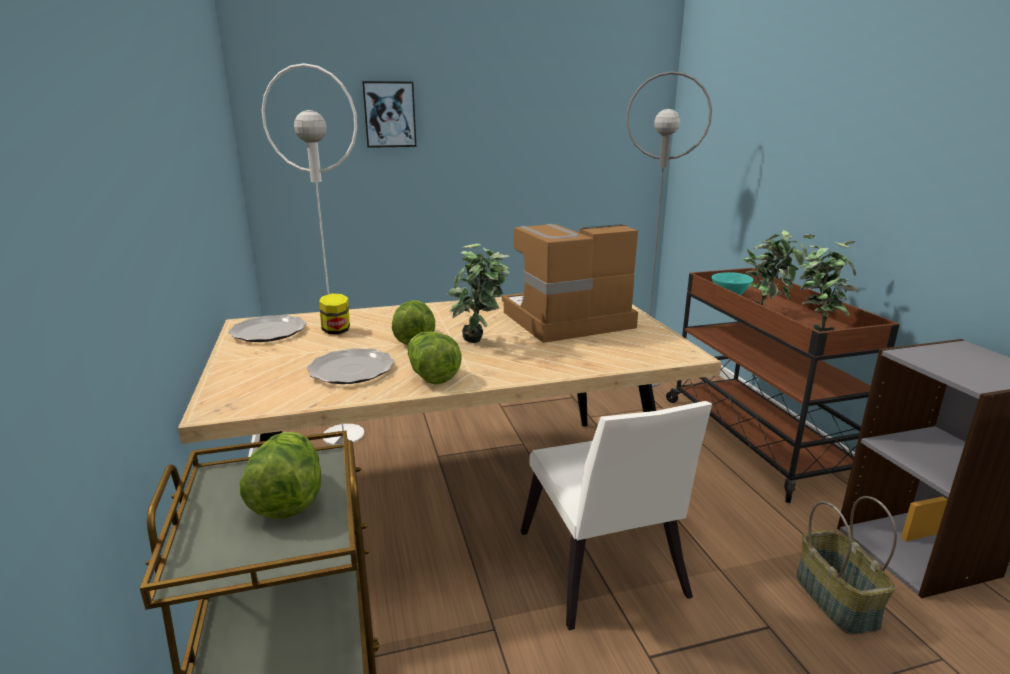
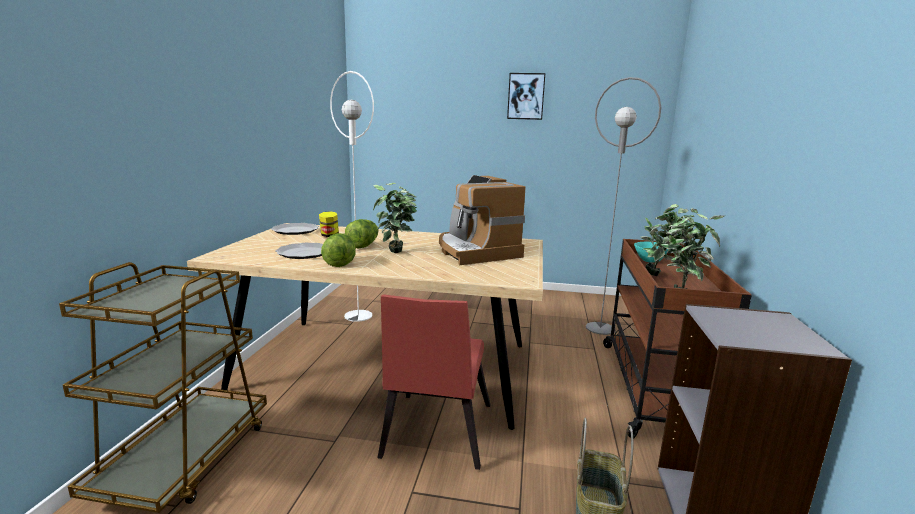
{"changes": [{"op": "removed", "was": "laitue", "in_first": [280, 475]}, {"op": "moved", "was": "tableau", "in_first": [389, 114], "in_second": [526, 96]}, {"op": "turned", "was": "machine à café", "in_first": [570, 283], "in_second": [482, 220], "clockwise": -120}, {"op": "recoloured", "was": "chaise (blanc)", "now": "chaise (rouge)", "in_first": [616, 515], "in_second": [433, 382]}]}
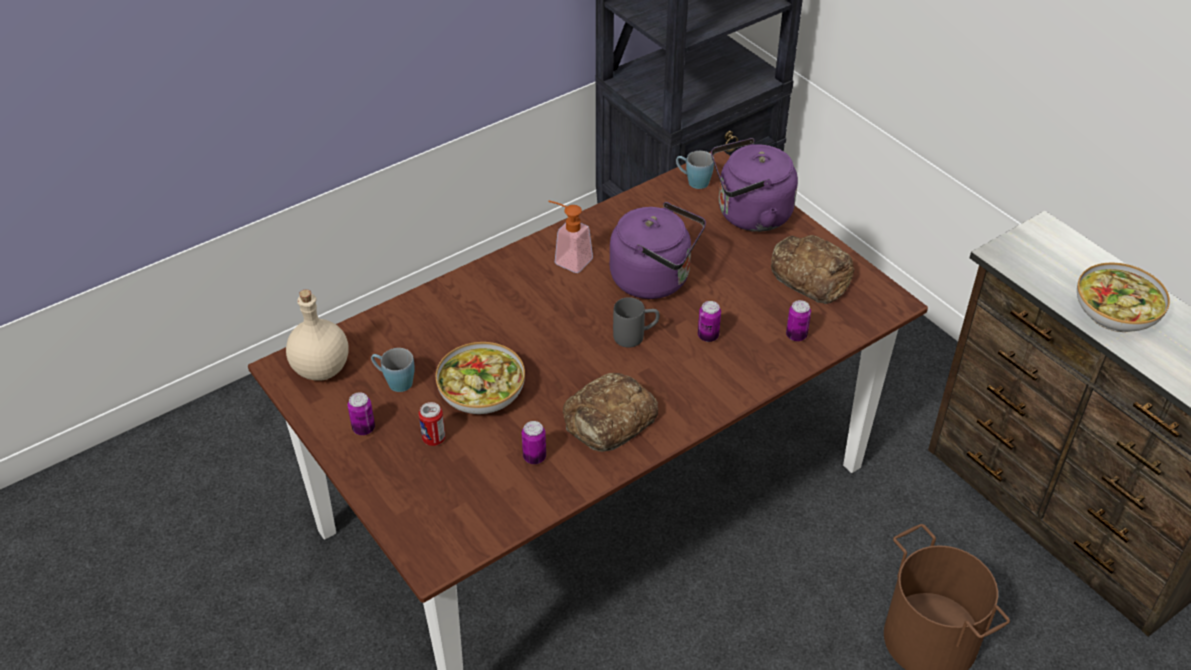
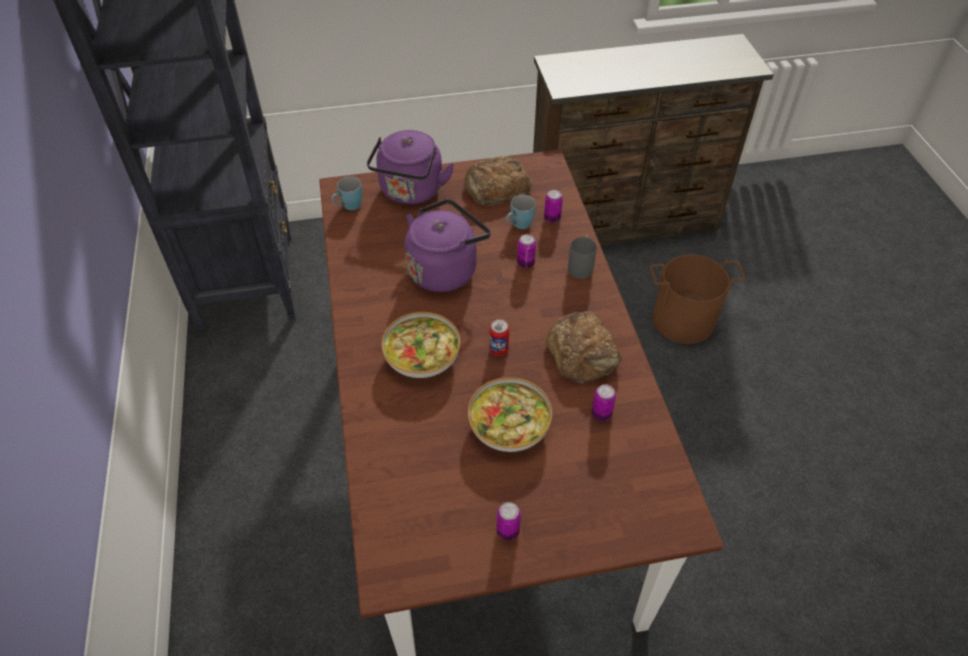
{"changes": [{"op": "removed", "was": "bouteille (beige)", "in_first": [317, 335]}, {"op": "moved", "was": "mug (bleu)", "in_first": [393, 370], "in_second": [521, 212]}, {"op": "moved", "was": "boîte métallique", "in_first": [432, 424], "in_second": [499, 337]}, {"op": "removed", "was": "distributeur de savon", "in_first": [570, 237]}, {"op": "moved", "was": "mug (gris)", "in_first": [636, 322], "in_second": [582, 257]}, {"op": "moved", "was": "bol", "in_first": [1123, 297], "in_second": [421, 345]}]}
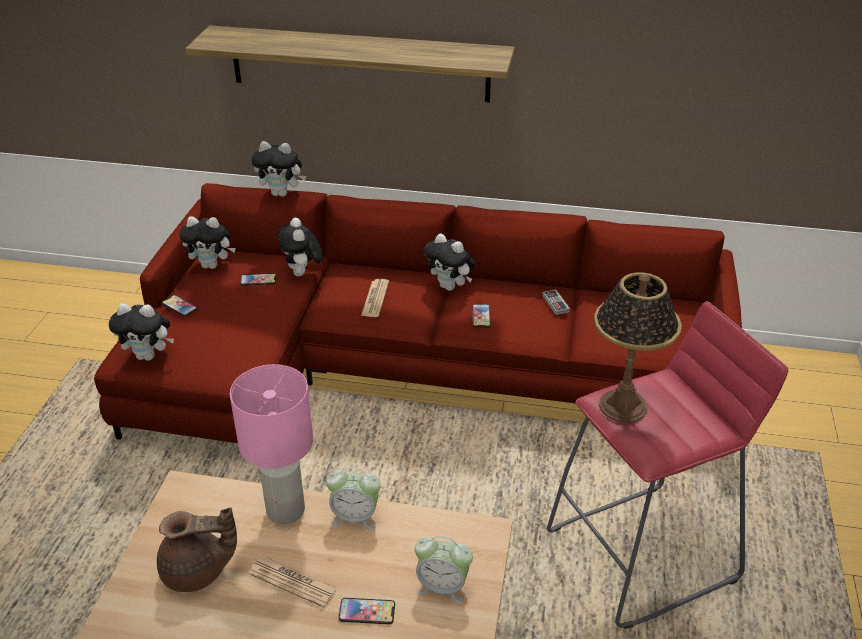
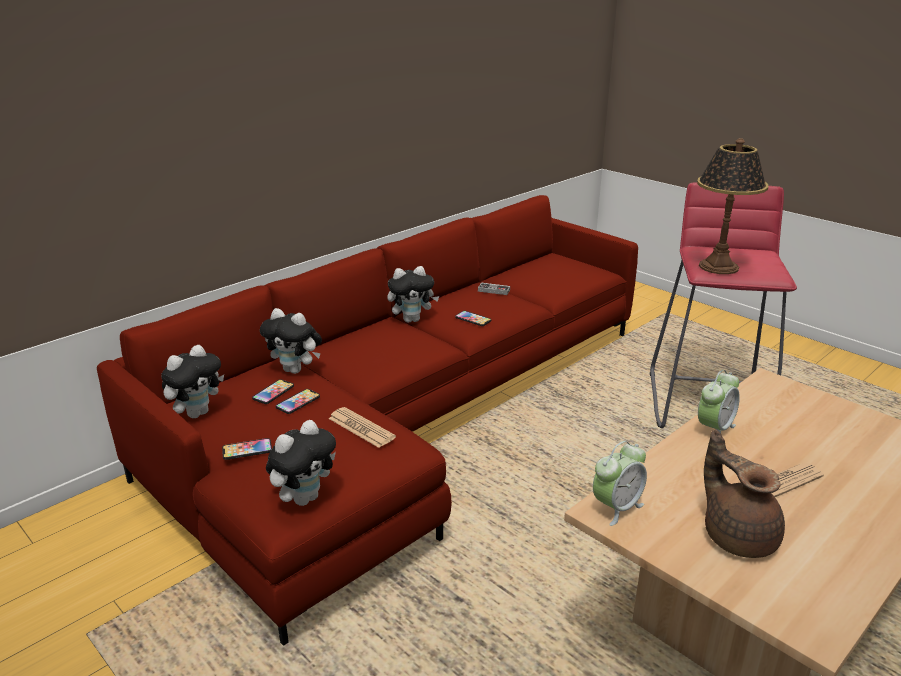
{"changes": [{"op": "turned", "was": "théière (marron)", "in_first": [197, 549], "in_second": [744, 493], "clockwise": -60}, {"op": "removed", "was": "étagère", "in_first": [350, 64]}, {"op": "removed", "was": "lampe de table (rose)", "in_first": [271, 444]}, {"op": "removed", "was": "peluche", "in_first": [278, 169]}, {"op": "moved", "was": "téléphone", "in_first": [367, 611], "in_second": [298, 401]}, {"op": "moved", "was": "journal", "in_first": [375, 298], "in_second": [362, 427]}, {"op": "moved", "was": "réveil", "in_first": [444, 570], "in_second": [620, 483]}]}
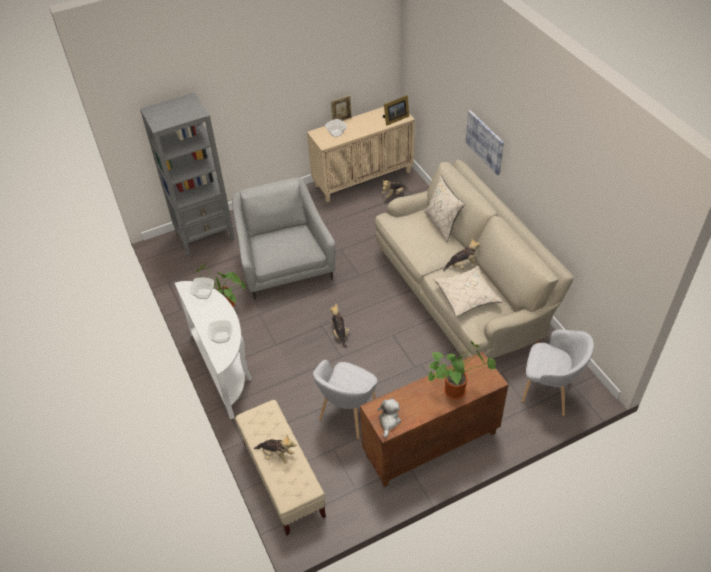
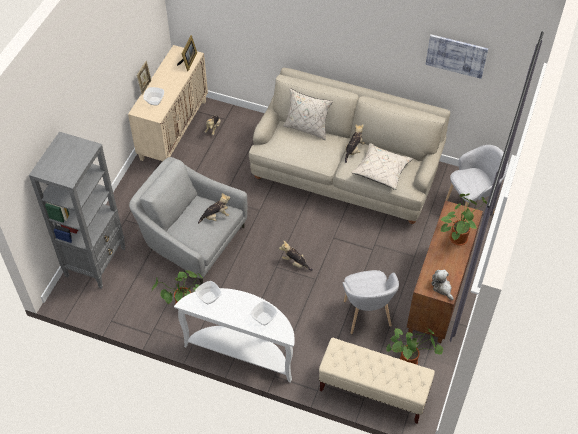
{"changes": [{"op": "moved", "was": "peluche", "in_first": [275, 449], "in_second": [214, 208]}, {"op": "moved", "was": "tableau", "in_first": [484, 142], "in_second": [457, 56]}, {"op": "added", "now": "plante en pot", "in_second": [414, 346]}]}
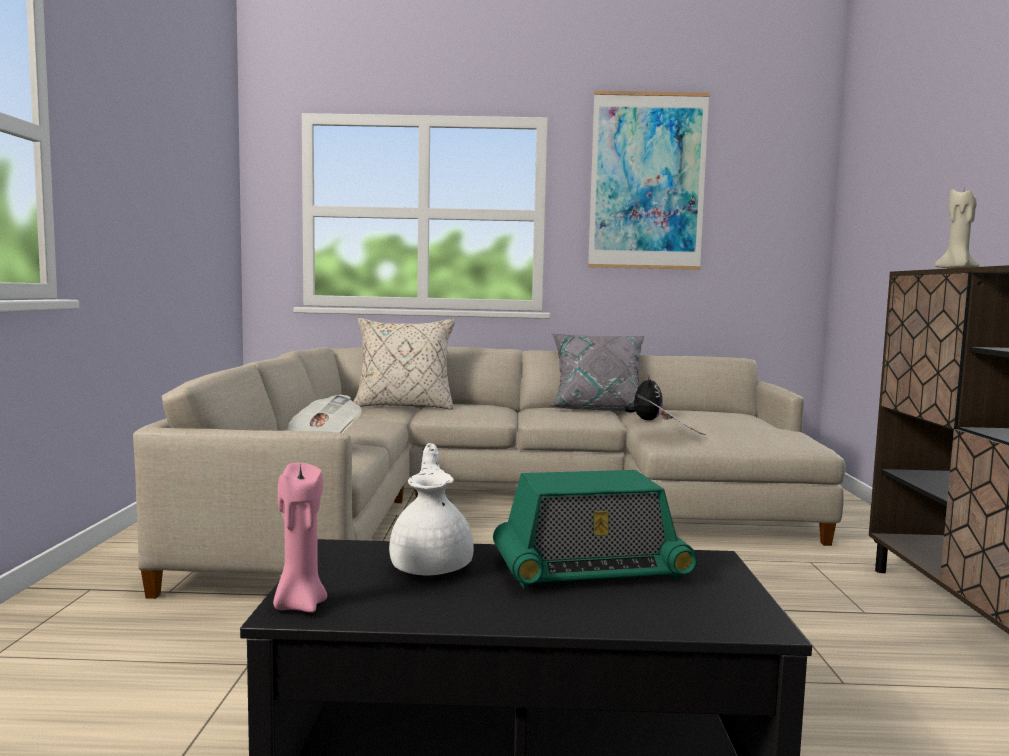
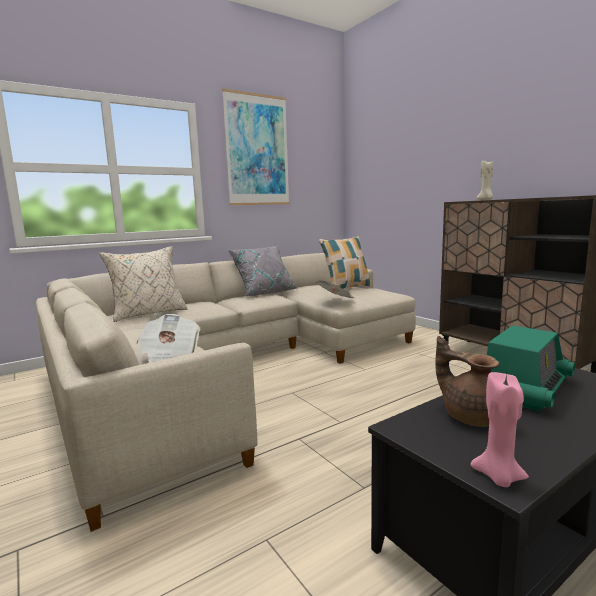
{"changes": [{"op": "recoloured", "was": "théière (blanc)", "now": "théière (marron)", "in_first": [431, 509], "in_second": [467, 381]}, {"op": "removed", "was": "peluche", "in_first": [644, 398]}, {"op": "added", "now": "coussin", "in_second": [345, 262]}]}
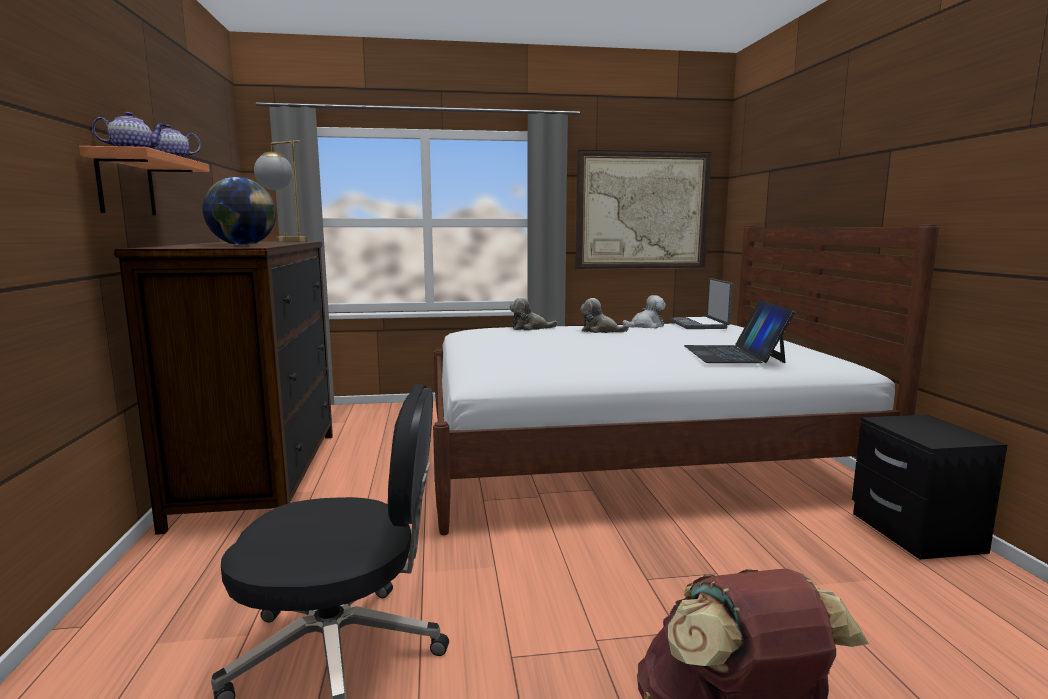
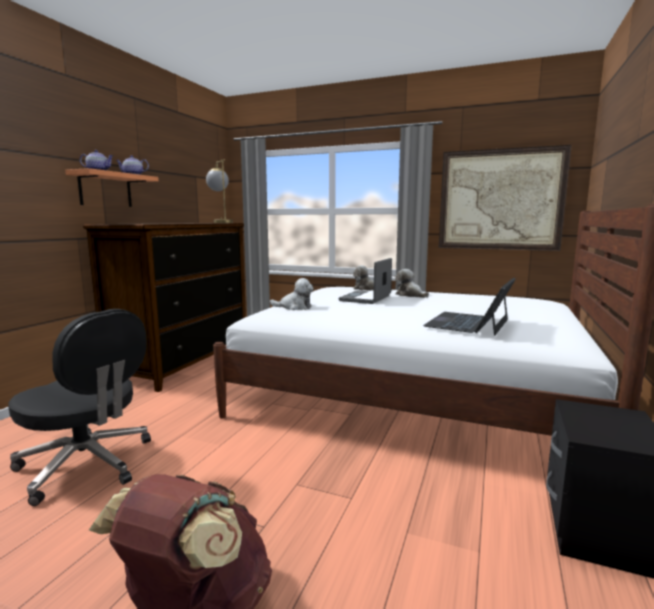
{"changes": [{"op": "removed", "was": "globe", "in_first": [239, 211]}, {"op": "moved", "was": "peluche", "in_first": [644, 311], "in_second": [292, 294]}, {"op": "moved", "was": "ordinateur portable", "in_first": [701, 303], "in_second": [365, 281]}]}
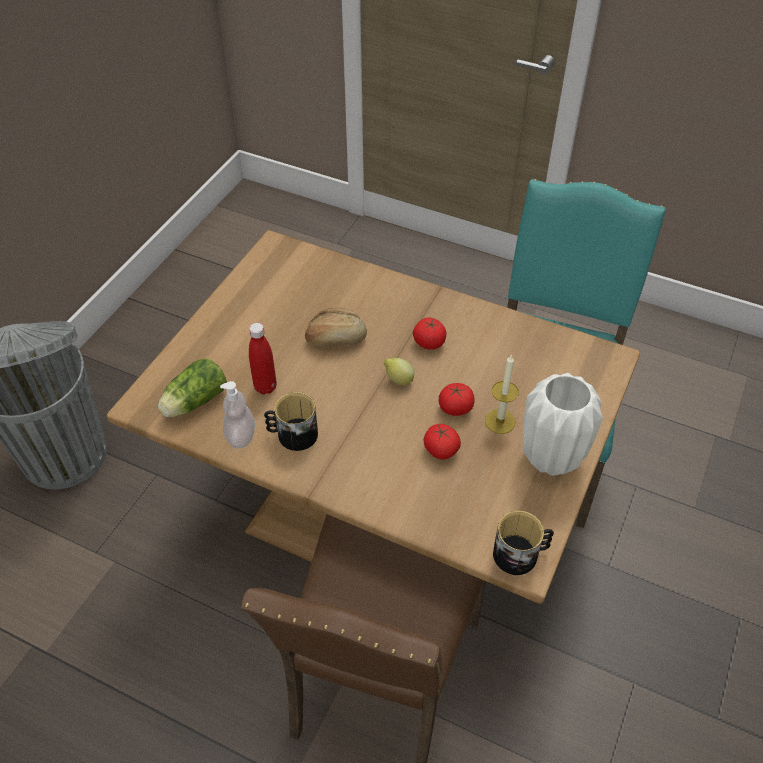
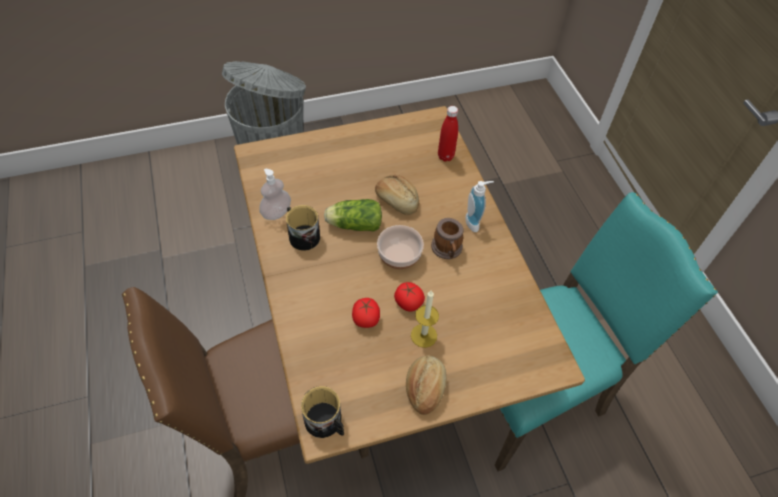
{"changes": [{"op": "moved", "was": "laitue", "in_first": [192, 388], "in_second": [353, 215]}, {"op": "moved", "was": "bouteille (rouge)", "in_first": [263, 359], "in_second": [448, 134]}, {"op": "replaced", "was": "citron", "now": "bol", "in_first": [399, 371], "in_second": [400, 247]}, {"op": "replaced", "was": "tomate", "now": "mug", "in_first": [430, 333], "in_second": [447, 238]}, {"op": "replaced", "was": "vase (blanc)", "now": "pain", "in_first": [562, 424], "in_second": [426, 385]}, {"op": "added", "now": "distributeur de savon", "in_second": [479, 206]}]}
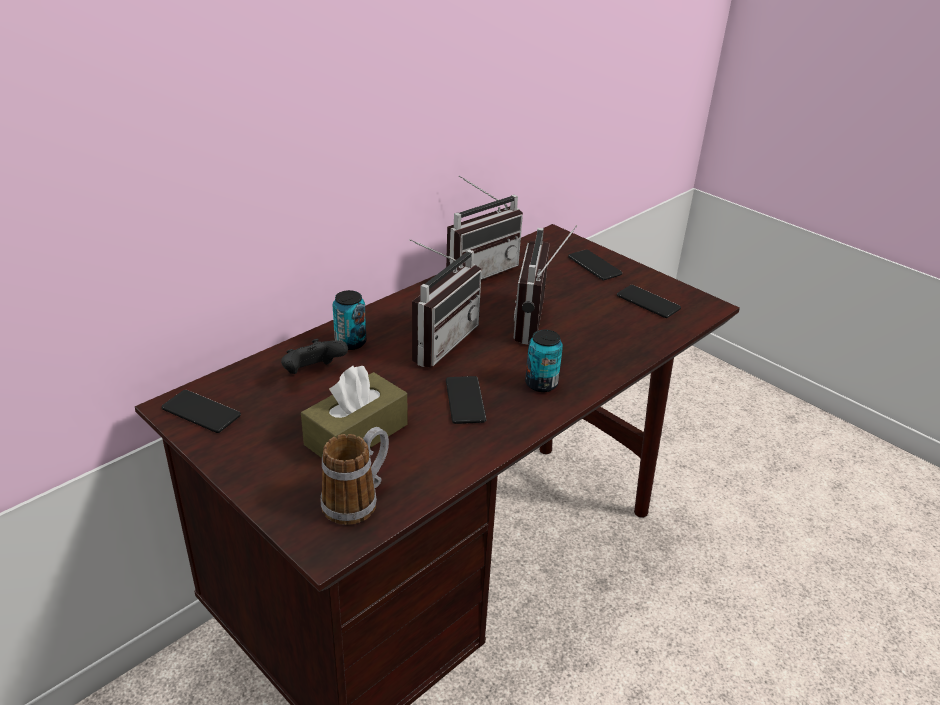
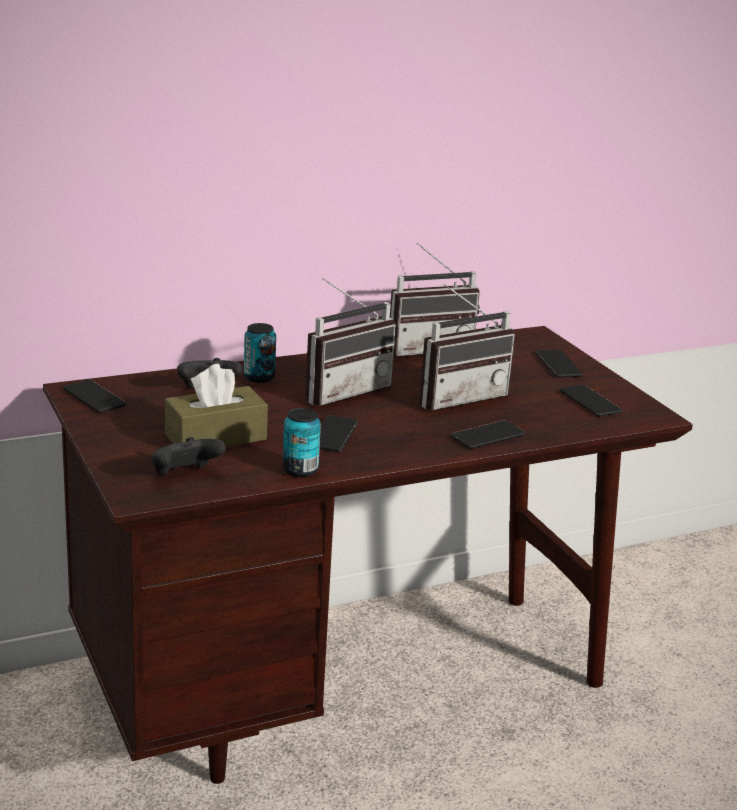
{"changes": [{"op": "replaced", "was": "mug", "now": "manette (noir)", "in_first": [355, 476], "in_second": [189, 456]}, {"op": "turned", "was": "radio", "in_first": [545, 284], "in_second": [467, 347], "clockwise": -150}, {"op": "moved", "was": "boîte métallique", "in_first": [544, 361], "in_second": [301, 442]}, {"op": "added", "now": "téléphone", "in_second": [488, 434]}]}
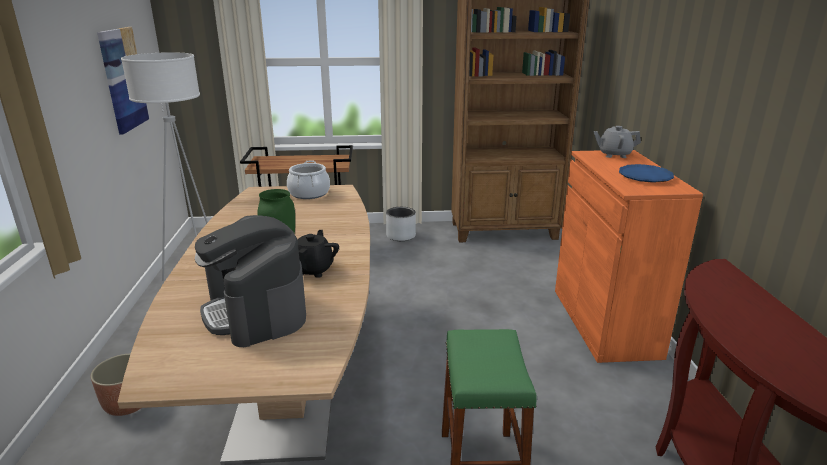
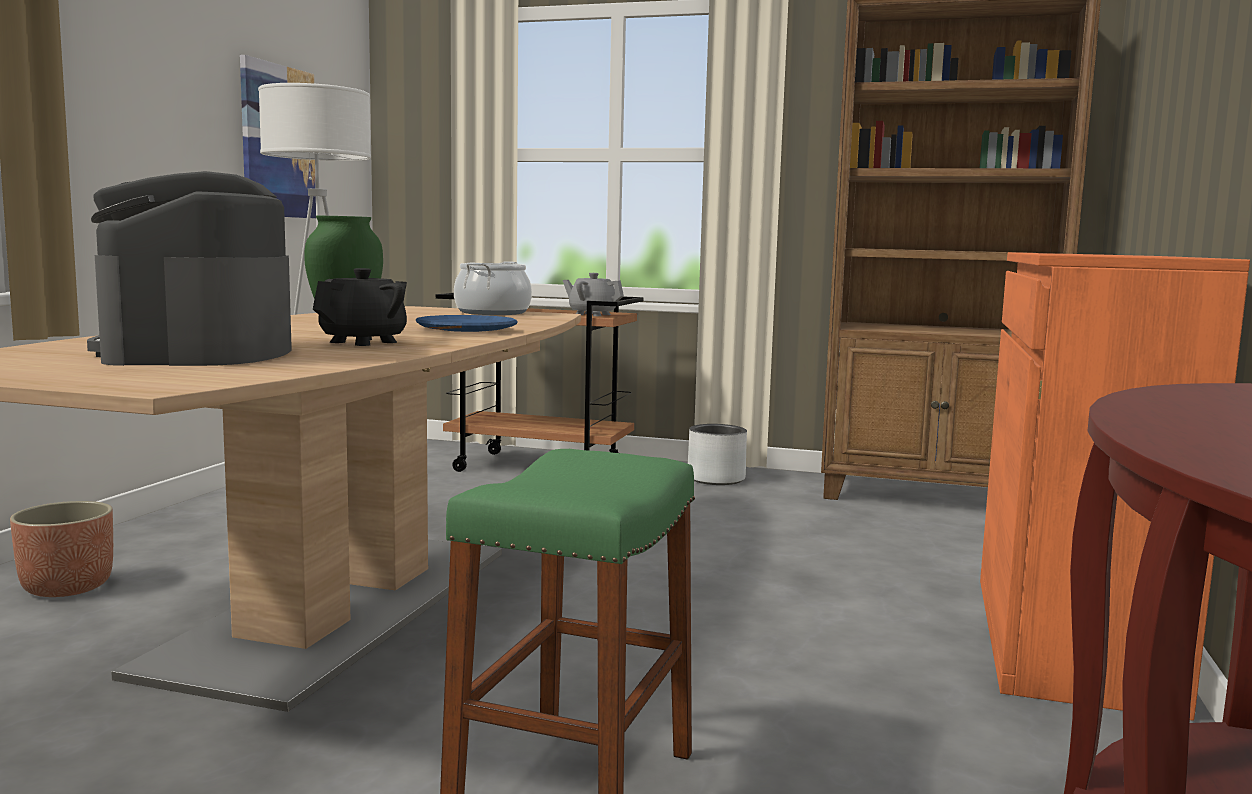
{"changes": [{"op": "moved", "was": "théière (gris)", "in_first": [617, 142], "in_second": [593, 294]}, {"op": "moved", "was": "assiette (bleu)", "in_first": [646, 173], "in_second": [467, 323]}]}
